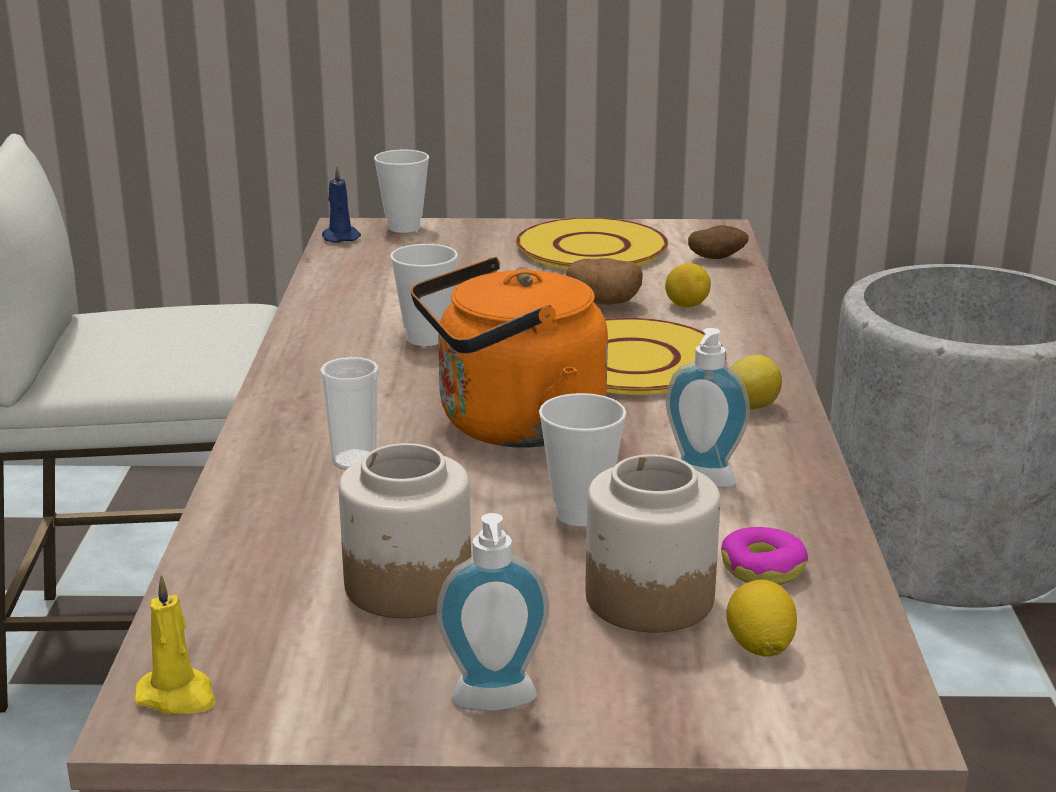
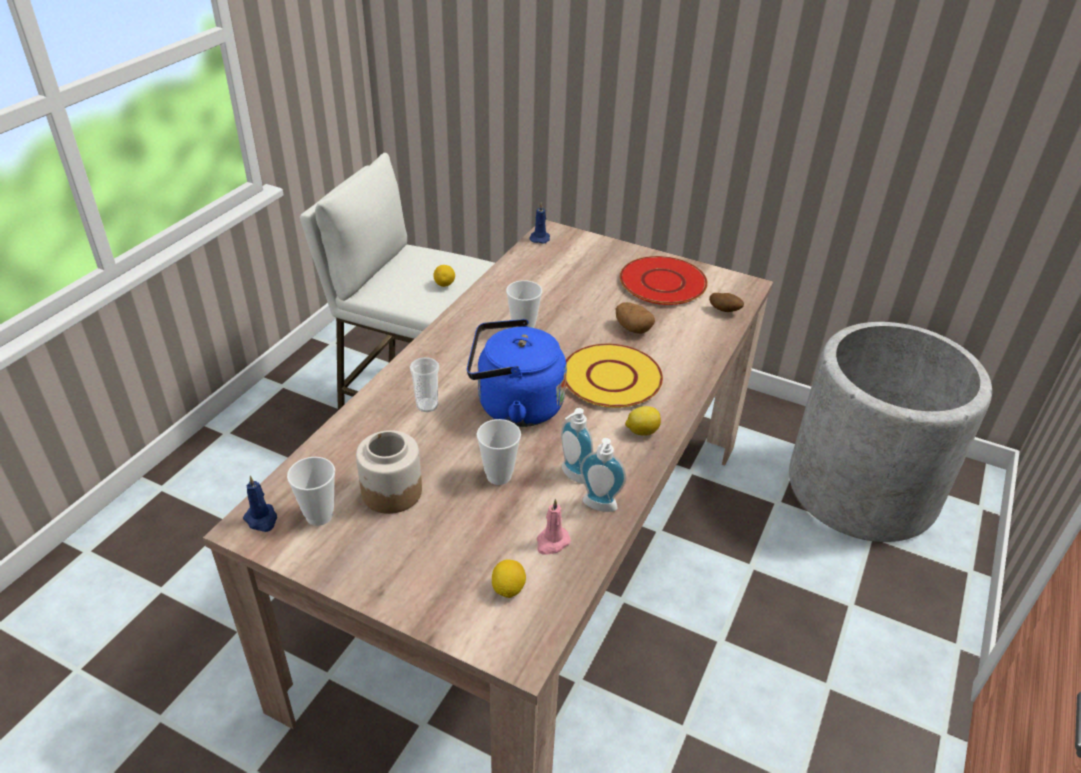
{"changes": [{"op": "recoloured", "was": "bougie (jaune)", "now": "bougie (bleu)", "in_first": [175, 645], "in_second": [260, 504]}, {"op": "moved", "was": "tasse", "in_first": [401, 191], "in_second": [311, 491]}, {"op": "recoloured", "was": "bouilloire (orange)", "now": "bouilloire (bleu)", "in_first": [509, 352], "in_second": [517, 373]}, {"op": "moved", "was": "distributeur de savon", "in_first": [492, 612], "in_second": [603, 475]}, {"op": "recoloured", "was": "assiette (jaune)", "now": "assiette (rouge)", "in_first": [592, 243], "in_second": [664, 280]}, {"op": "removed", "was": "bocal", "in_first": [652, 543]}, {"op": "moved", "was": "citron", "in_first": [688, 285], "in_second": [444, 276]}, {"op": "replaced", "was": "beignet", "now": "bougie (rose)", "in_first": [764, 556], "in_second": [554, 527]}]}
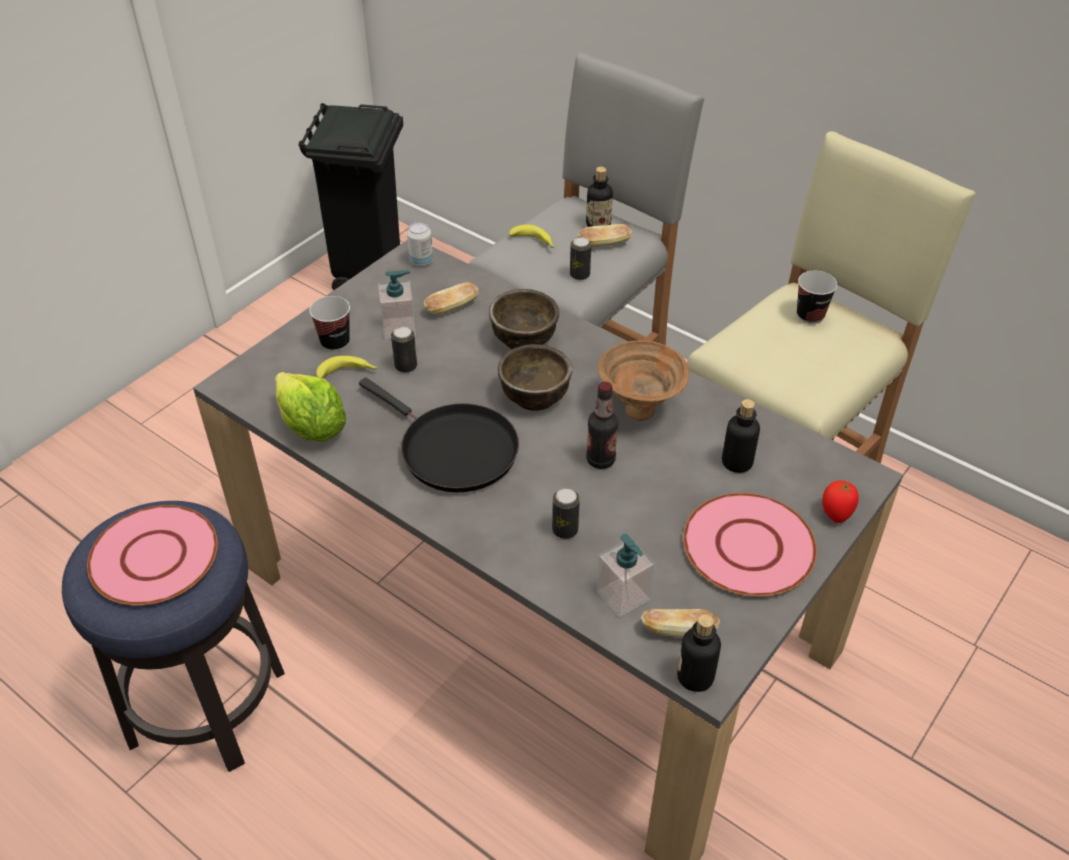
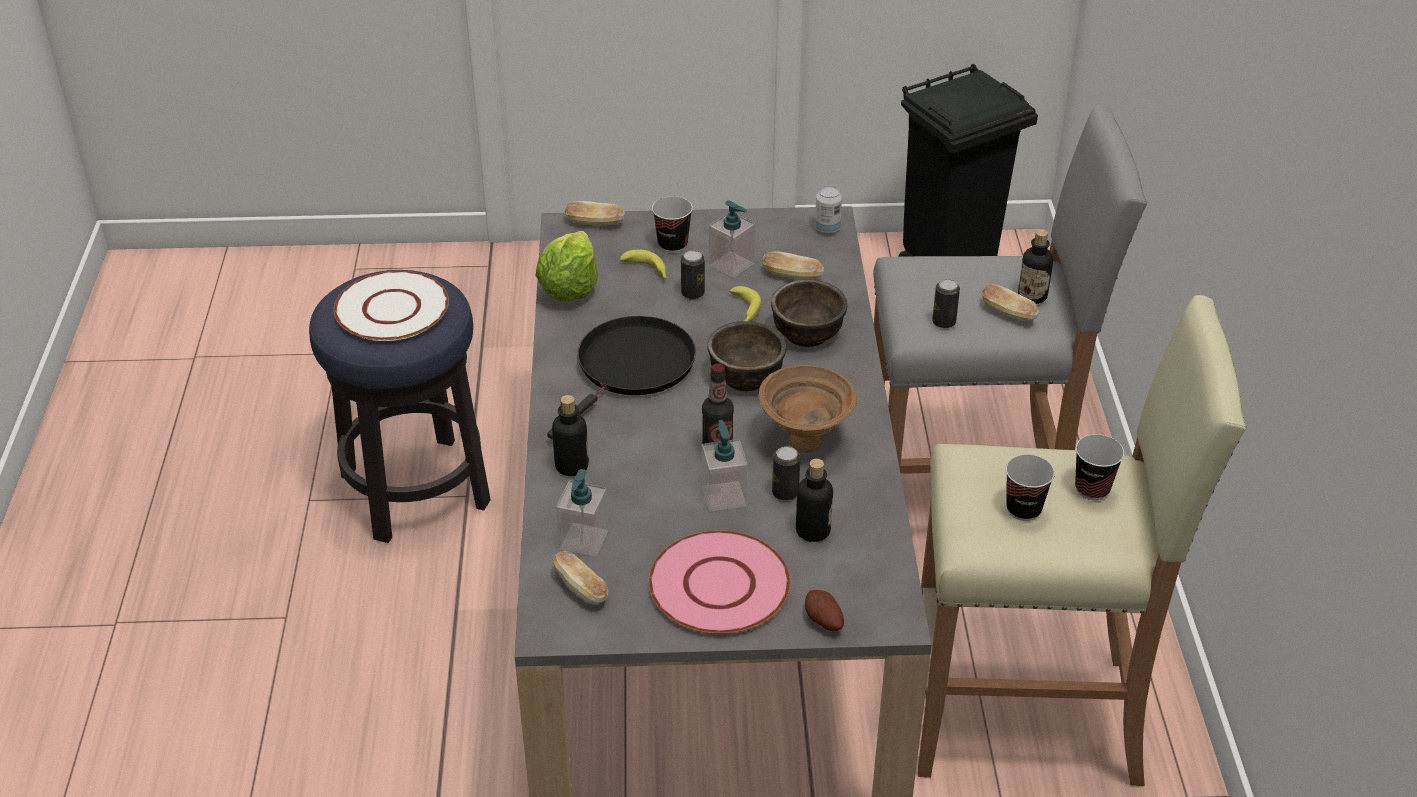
{"changes": [{"op": "recoloured", "was": "assiette (rose)", "now": "assiette (blanc)", "in_first": [152, 555], "in_second": [391, 306]}, {"op": "turned", "was": "poêle (noir)", "in_first": [439, 435], "in_second": [621, 377], "clockwise": -150}, {"op": "moved", "was": "banane", "in_first": [531, 236], "in_second": [746, 303]}, {"op": "moved", "was": "boîte métallique", "in_first": [566, 513], "in_second": [786, 473]}, {"op": "moved", "was": "bouteille", "in_first": [699, 653], "in_second": [570, 435]}, {"op": "replaced", "was": "tomate", "now": "pomme de terre", "in_first": [840, 502], "in_second": [824, 610]}, {"op": "added", "now": "pain", "in_second": [594, 213]}, {"op": "added", "now": "distributeur de savon", "in_second": [725, 466]}, {"op": "added", "now": "tasse", "in_second": [1030, 487]}]}
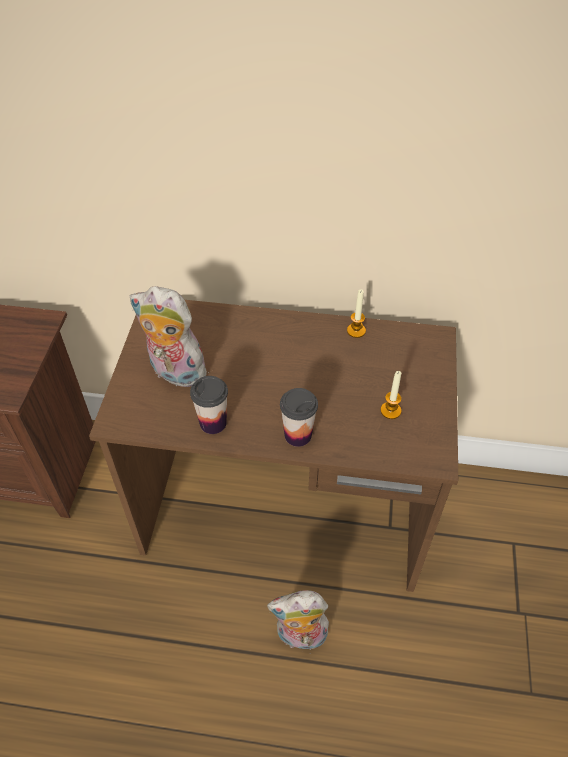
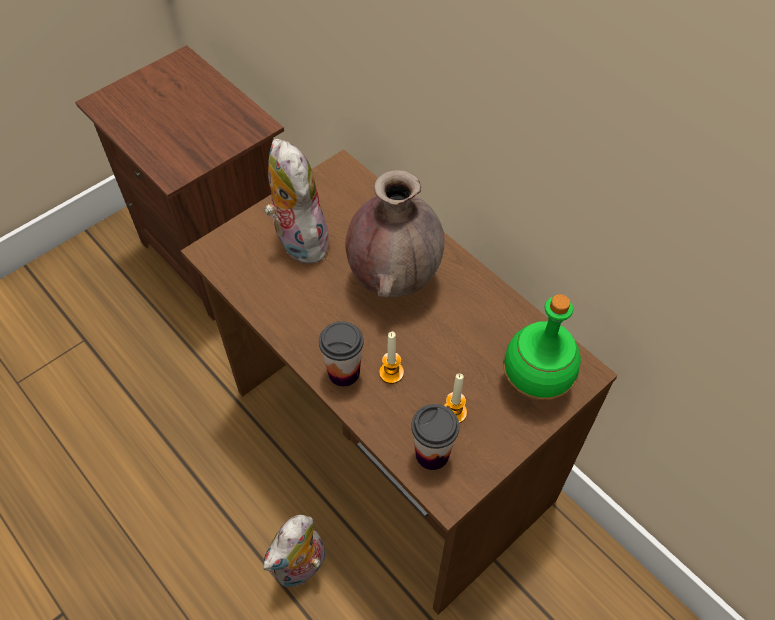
{"changes": [{"op": "moved", "was": "tasse", "in_first": [209, 405], "in_second": [435, 437]}, {"op": "turned", "was": "peluche", "in_first": [298, 620], "in_second": [294, 551], "clockwise": -90}, {"op": "moved", "was": "bougie", "in_first": [356, 313], "in_second": [391, 358]}, {"op": "added", "now": "vase (marron)", "in_second": [395, 233]}, {"op": "added", "now": "bouteille (vert)", "in_second": [542, 347]}]}
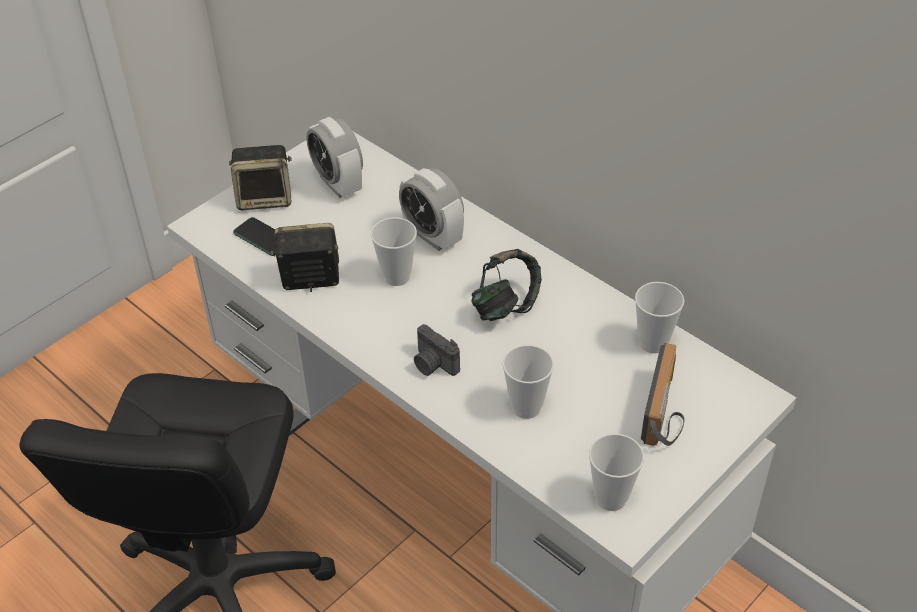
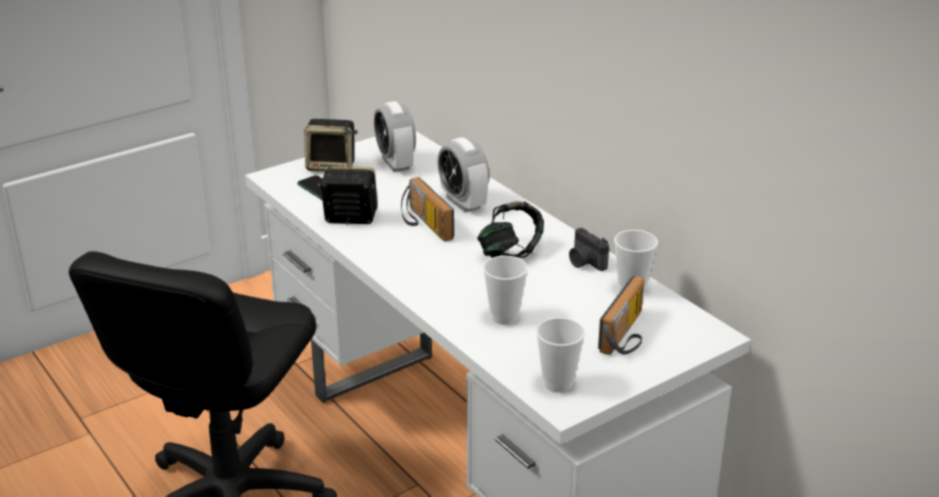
{"changes": [{"op": "replaced", "was": "tasse", "now": "radio", "in_first": [394, 251], "in_second": [427, 209]}, {"op": "moved", "was": "appareil photo", "in_first": [437, 350], "in_second": [589, 249]}]}
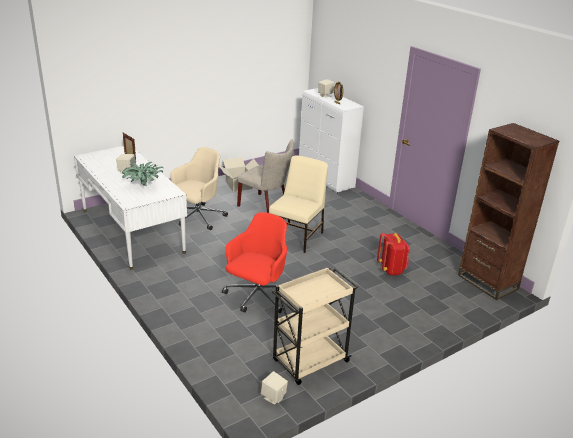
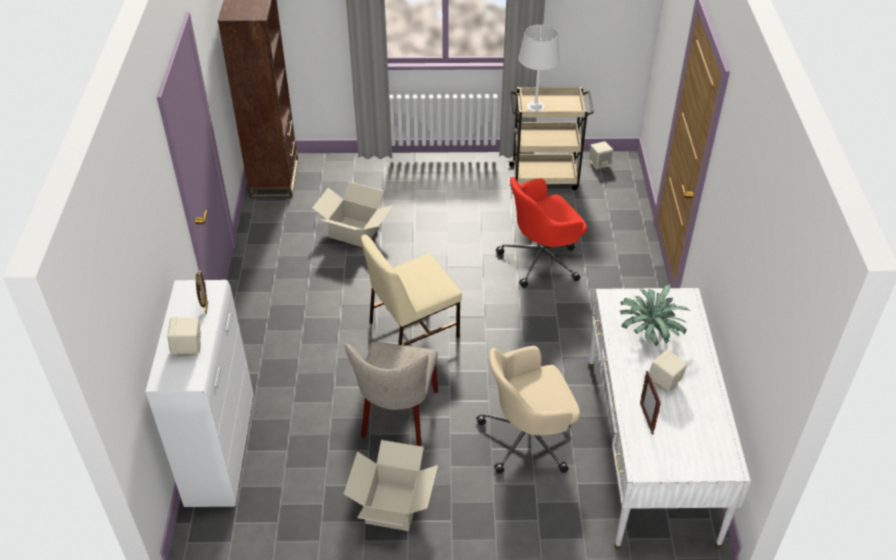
{"changes": [{"op": "turned", "was": "chaise (beige)", "in_first": [265, 176], "in_second": [391, 394], "clockwise": -150}, {"op": "replaced", "was": "sac à dos (rouge)", "now": "carton", "in_first": [393, 254], "in_second": [352, 214]}, {"op": "added", "now": "lampe de table (blanc)", "in_second": [539, 68]}]}
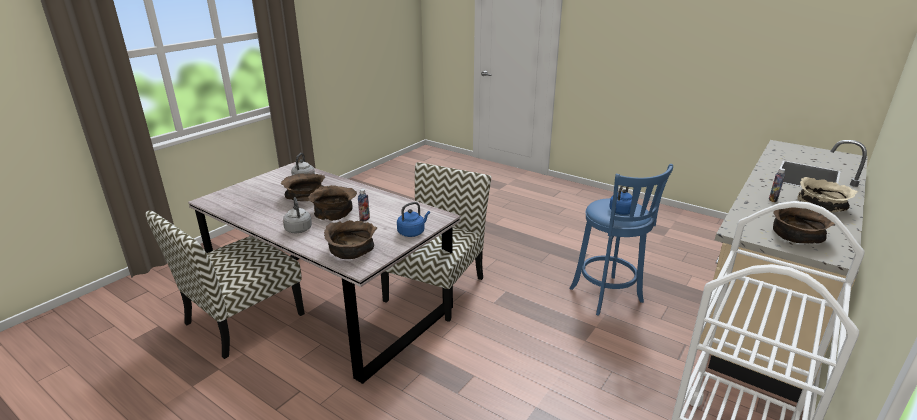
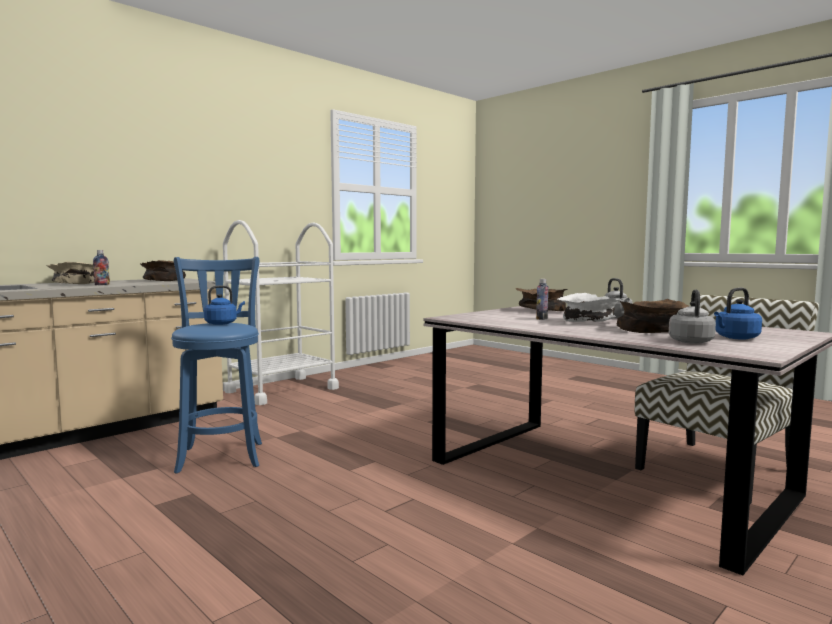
{"changes": [{"op": "recoloured", "was": "bol (marron)", "now": "bol (blanc)", "in_first": [332, 203], "in_second": [589, 307]}, {"op": "removed", "was": "chaise", "in_first": [436, 242]}, {"op": "moved", "was": "bouilloire (bleu)", "in_first": [413, 219], "in_second": [738, 314]}]}
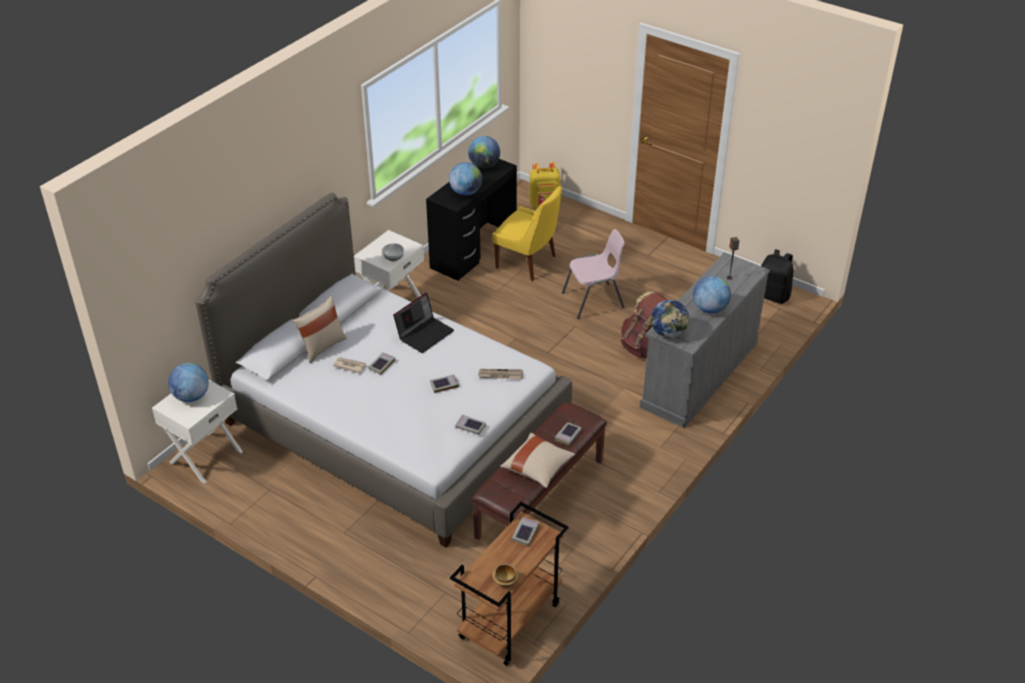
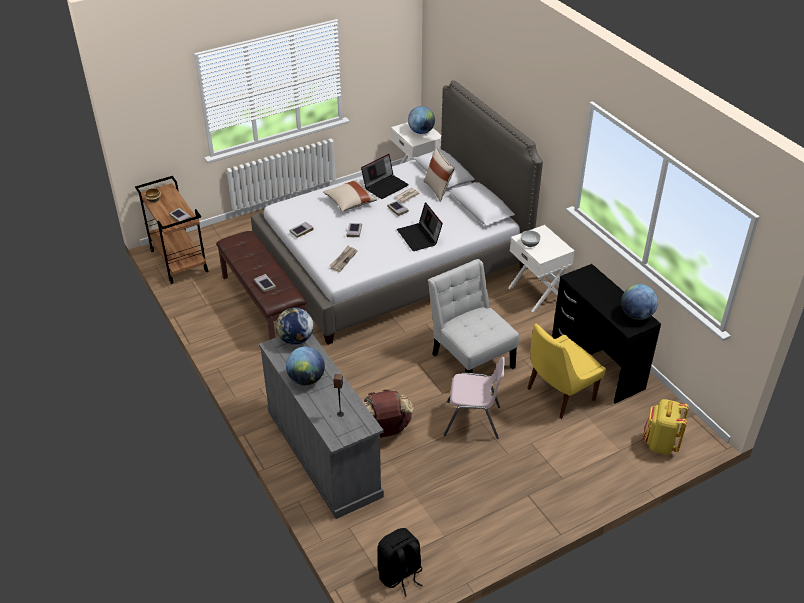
{"changes": [{"op": "removed", "was": "globe", "in_first": [465, 179]}, {"op": "moved", "was": "coussin (beige)", "in_first": [537, 460], "in_second": [350, 196]}, {"op": "turned", "was": "chaise (rose)", "in_first": [593, 274], "in_second": [474, 398], "clockwise": -90}, {"op": "added", "now": "ordinateur portable", "in_second": [385, 176]}, {"op": "added", "now": "chaise (blanc)", "in_second": [473, 316]}]}
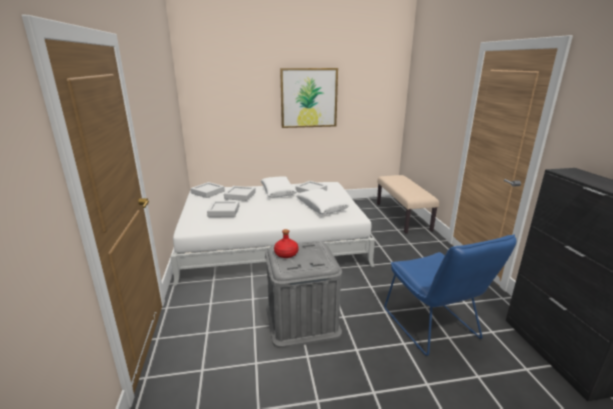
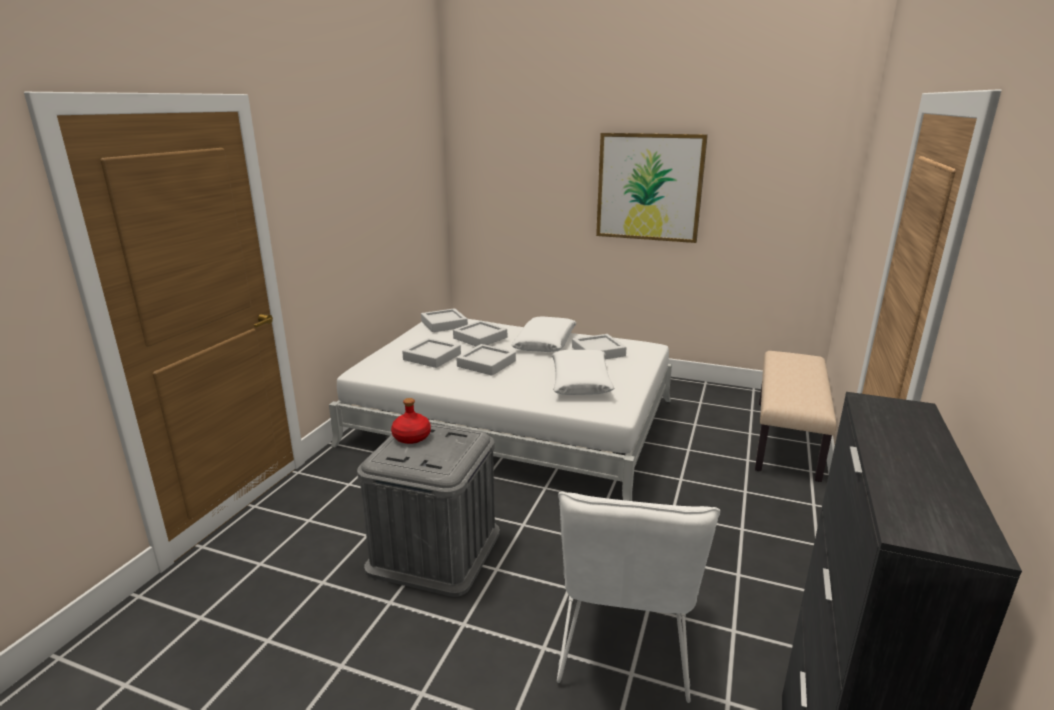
{"changes": [{"op": "recoloured", "was": "chaise (bleu)", "now": "chaise (blanc)", "in_first": [450, 295], "in_second": [638, 597]}, {"op": "added", "now": "plateau (gris)", "in_second": [486, 360]}]}
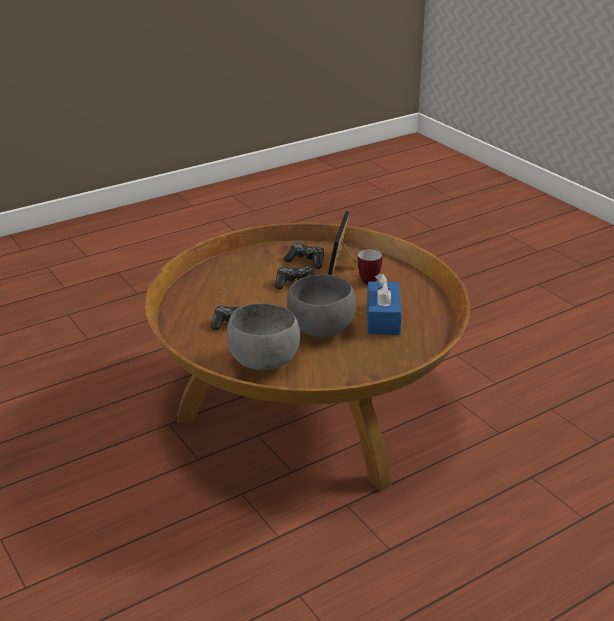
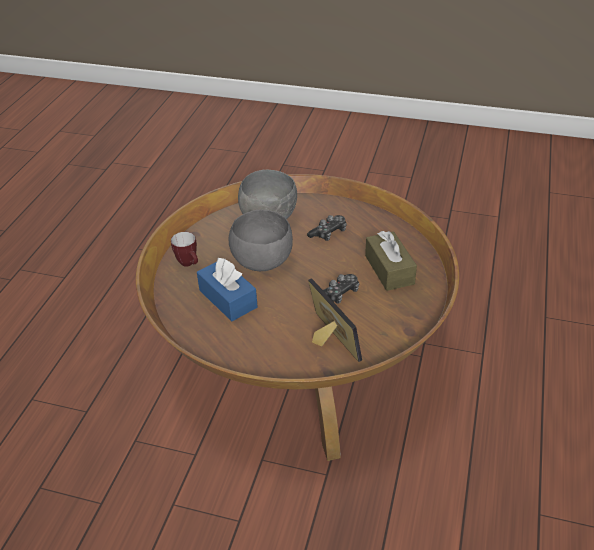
{"changes": [{"op": "removed", "was": "manette", "in_first": [304, 256]}, {"op": "moved", "was": "mug", "in_first": [369, 266], "in_second": [184, 249]}, {"op": "added", "now": "boîte à mouchoirs (marron)", "in_second": [391, 261]}]}
